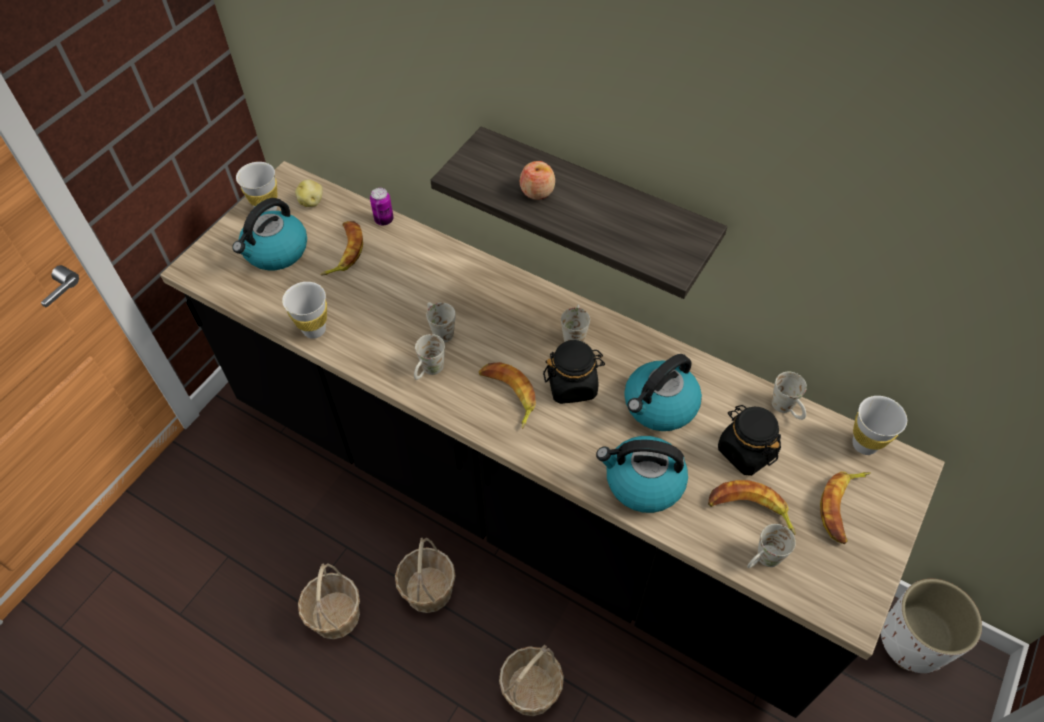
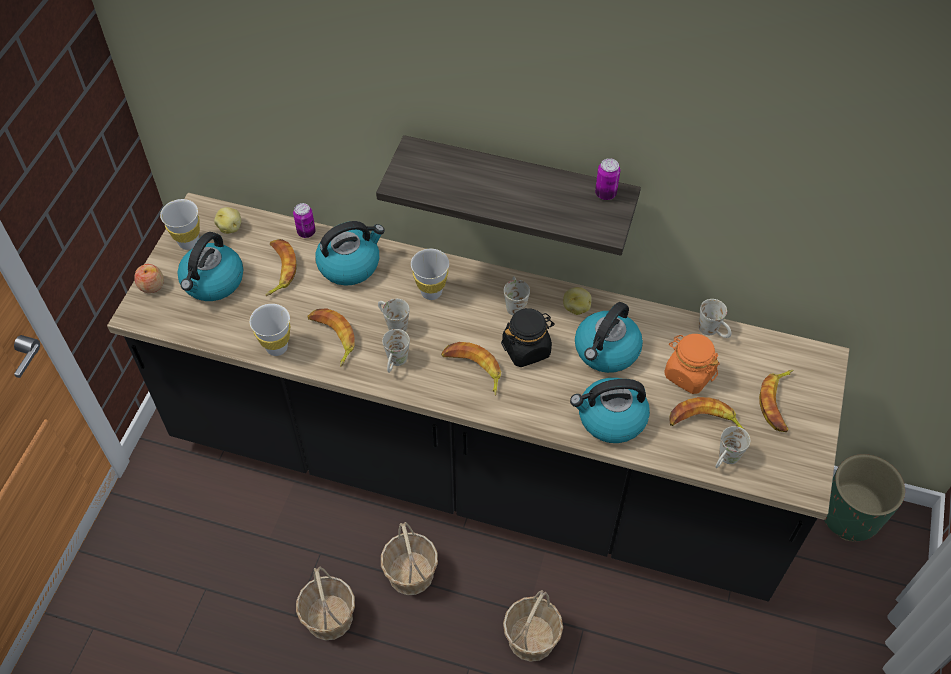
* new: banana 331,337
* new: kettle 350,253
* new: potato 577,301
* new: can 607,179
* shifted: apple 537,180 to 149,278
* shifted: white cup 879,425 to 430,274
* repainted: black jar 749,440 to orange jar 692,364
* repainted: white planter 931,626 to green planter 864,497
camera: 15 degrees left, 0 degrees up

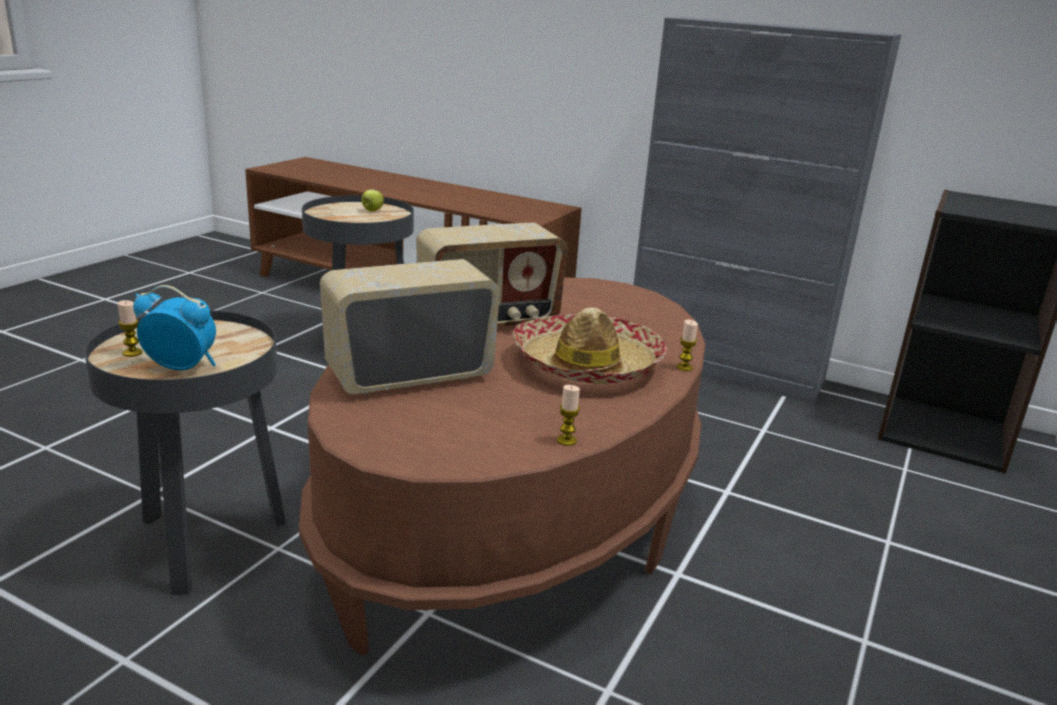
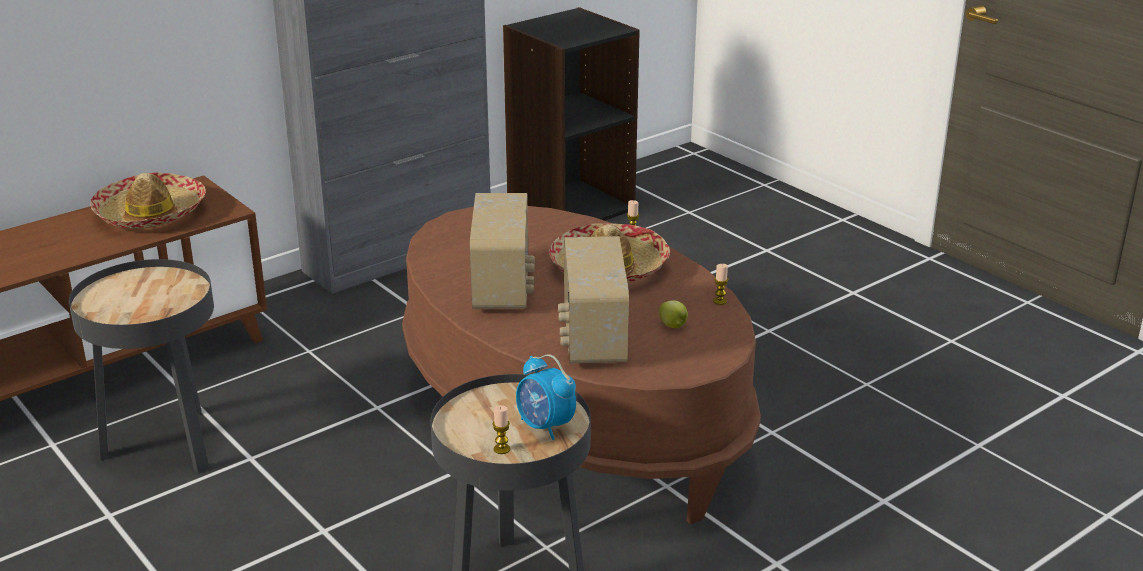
* new: hat 148,200
* shifted: apple 373,200 to 673,314
* rotated: alarm clock 174,327 = 546,397 75 degrees counterclockwise
camera: 65 degrees left, 5 degrees up

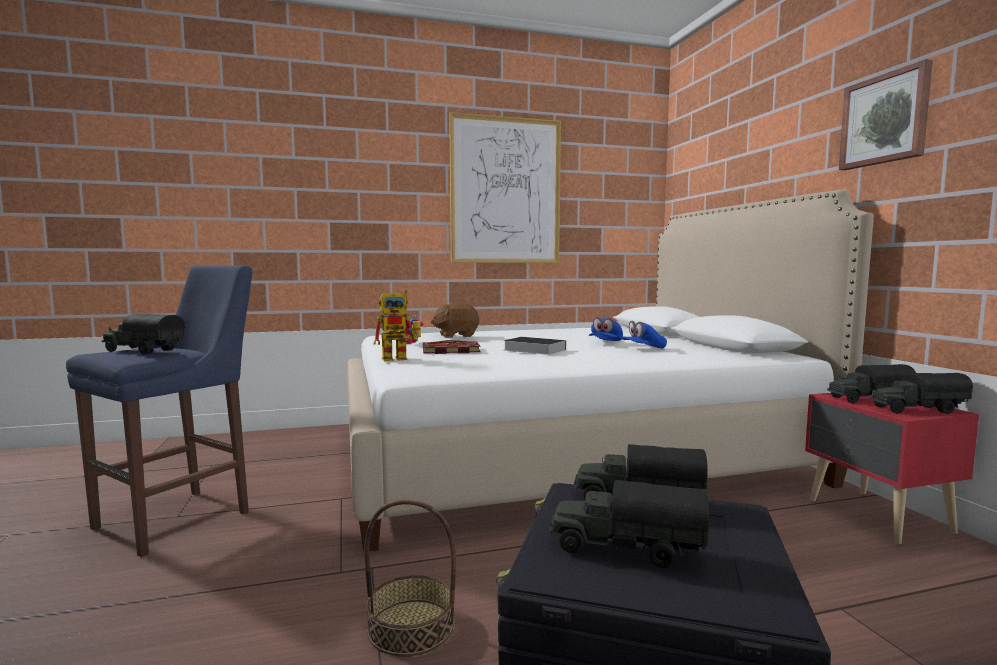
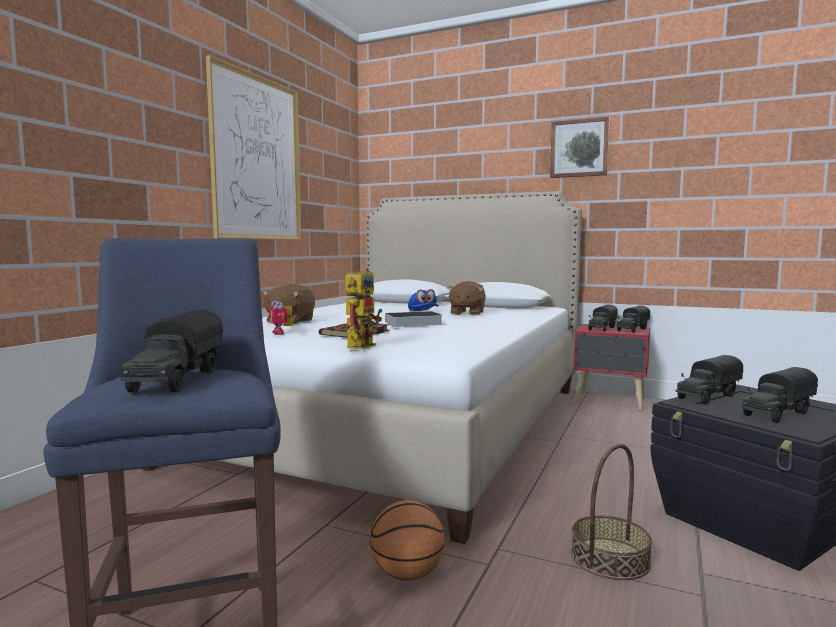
* new: basketball 407,540
* swapped: blue cap 643,334 to brown plush toy 466,298
* rotated: toy truck 144,334 = 172,351 60 degrees counterclockwise
camera: 50 degrees left, 0 degrees up

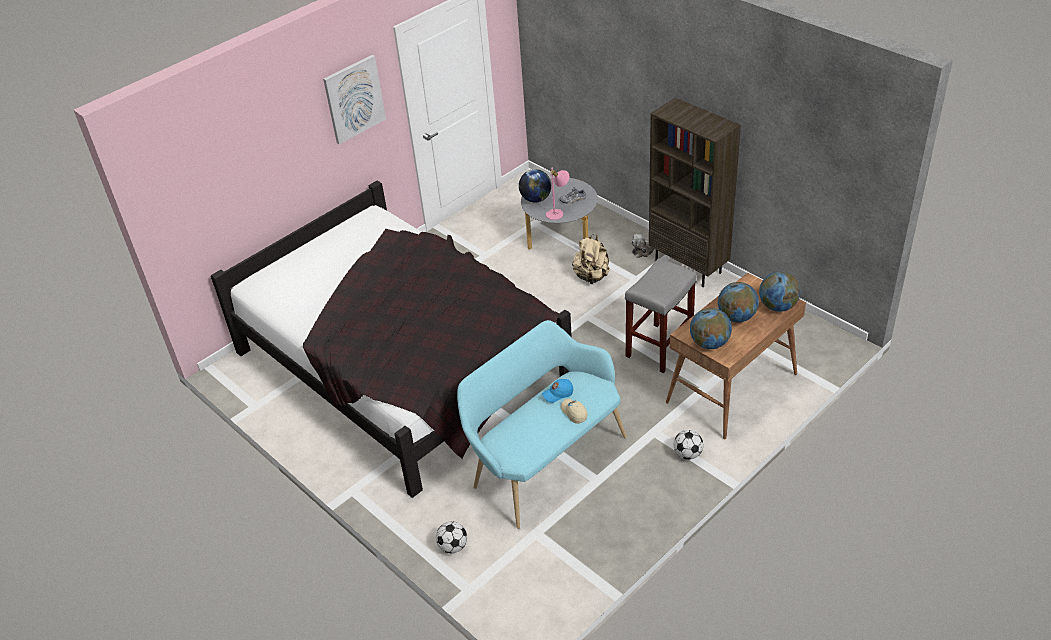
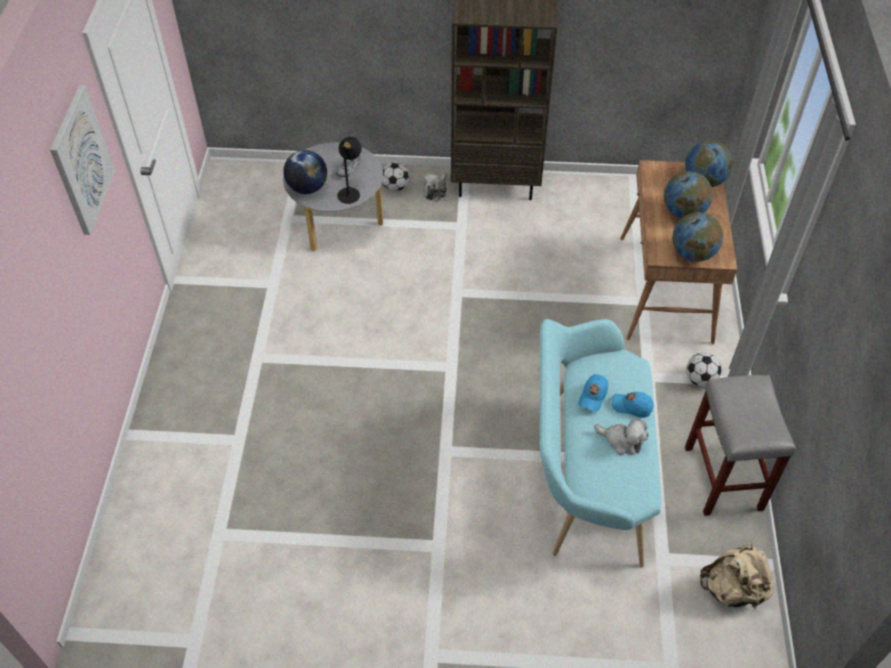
* gone: black bed 391,339
* new: plush toy 621,437
* shifted: football 451,537 to 396,176
* shifted: beige backpack 591,259 to 737,576
* shifted: grey stool 661,316 to 740,445
* repainted: pink table lamp 558,194 to black table lamp 349,170
* repainted: beige cap 574,411 to blue cap 633,405
camera: 45 degrees left, 10 degrees up

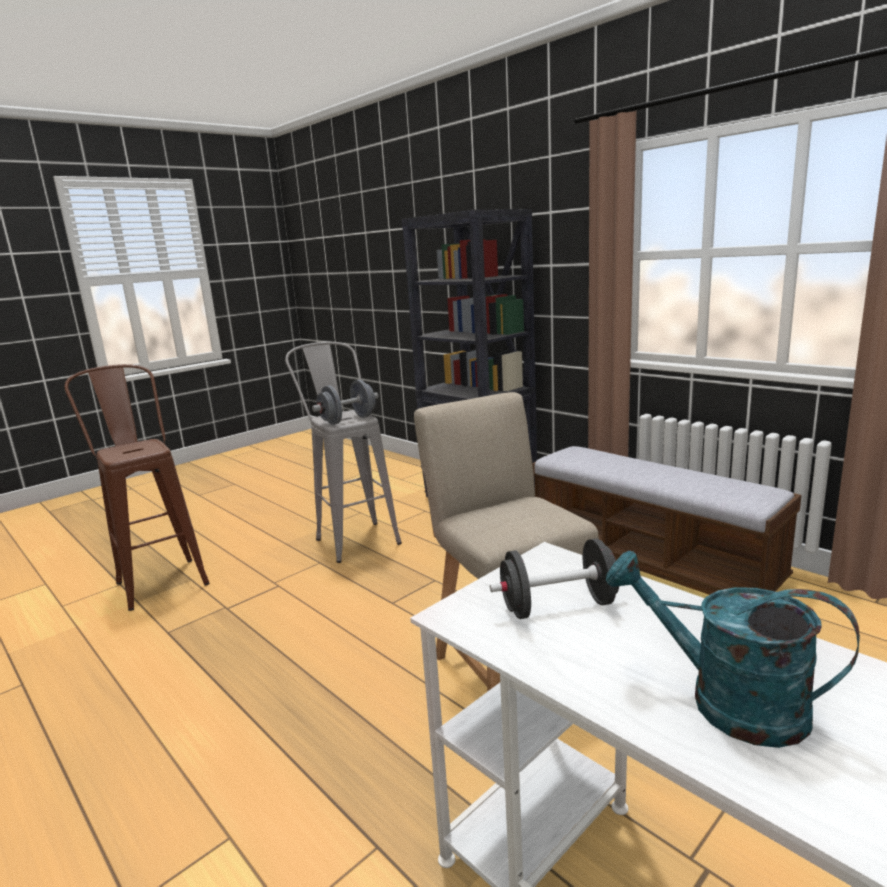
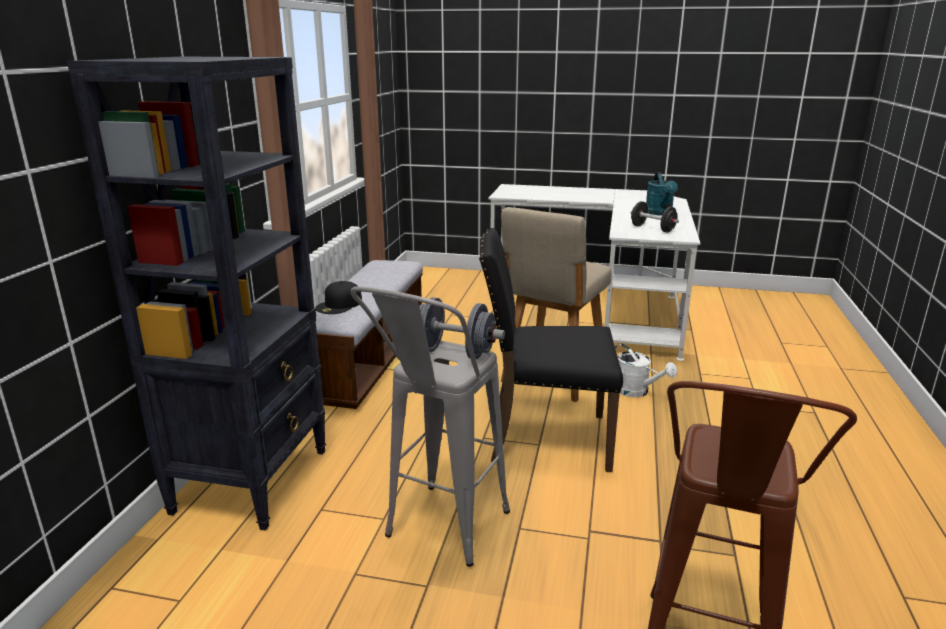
* new: black cap 338,297
* new: black chair 551,350
* new: white watering can 646,370
camera: 125 degrees left, 5 degrees up

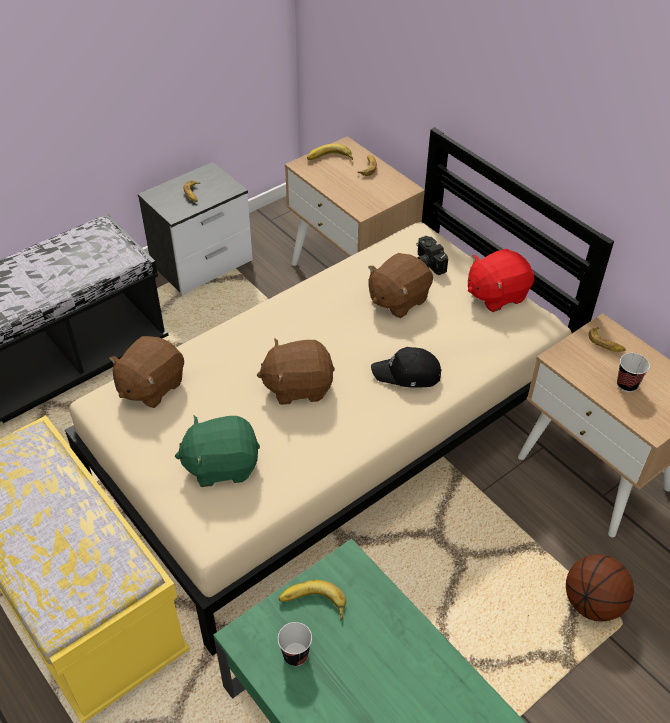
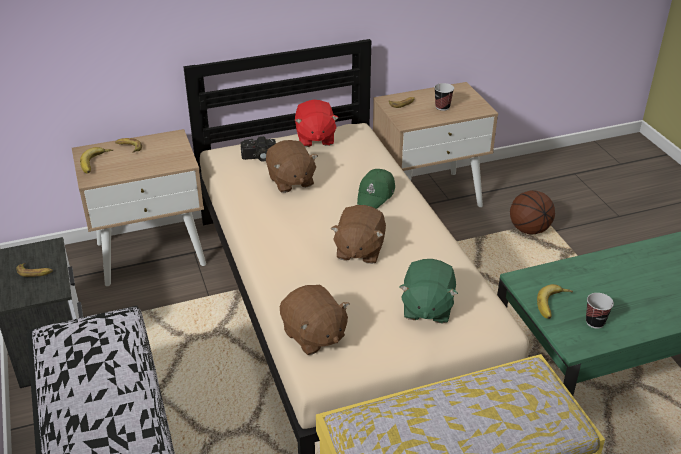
* repainted: black cap 406,367 to green cap 376,189
camera: 70 degrees left, 10 degrees down

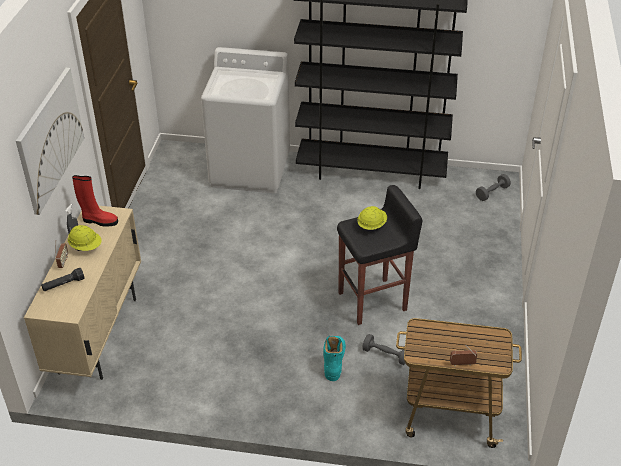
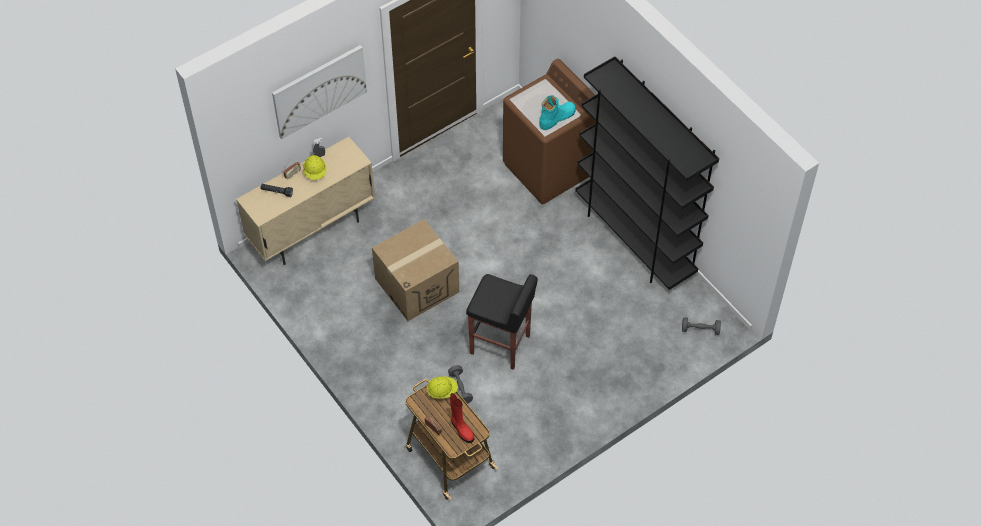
* new: cardboard box 415,270
* shifted: red boot 95,201 to 462,418
* shifted: turquoise boot 334,358 to 557,112
* shifted: yellow hard hat 372,218 to 442,387
* repainted: white washing machine 245,120 to brown washing machine 549,131
camera: 45 degrees right, 15 degrees up

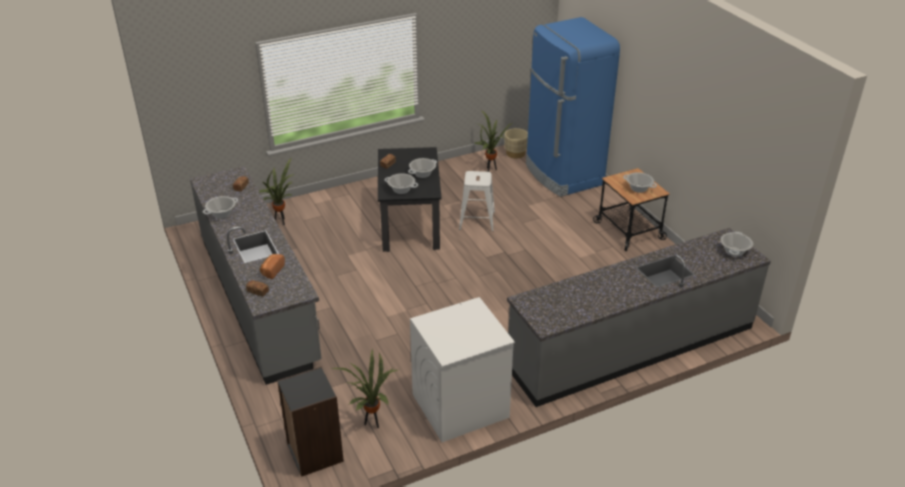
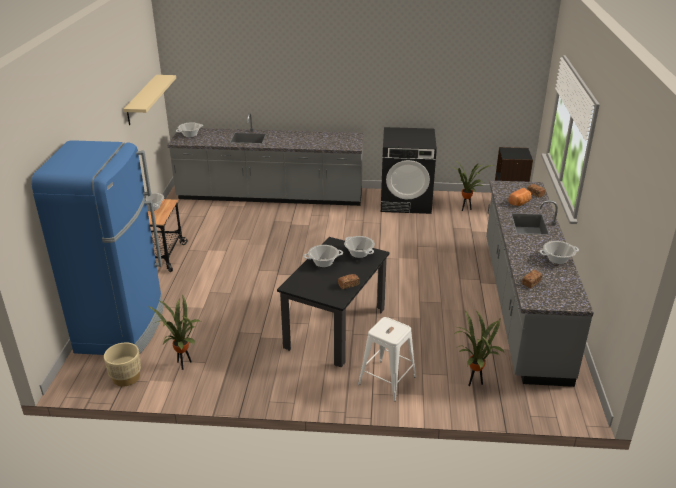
* new: beige shelf 150,100
* shifted: white stool 477,201 to 387,359
* repainted: white washing machine 462,369 to black washing machine 409,170
camera: 150 degrees left, 5 degrees down

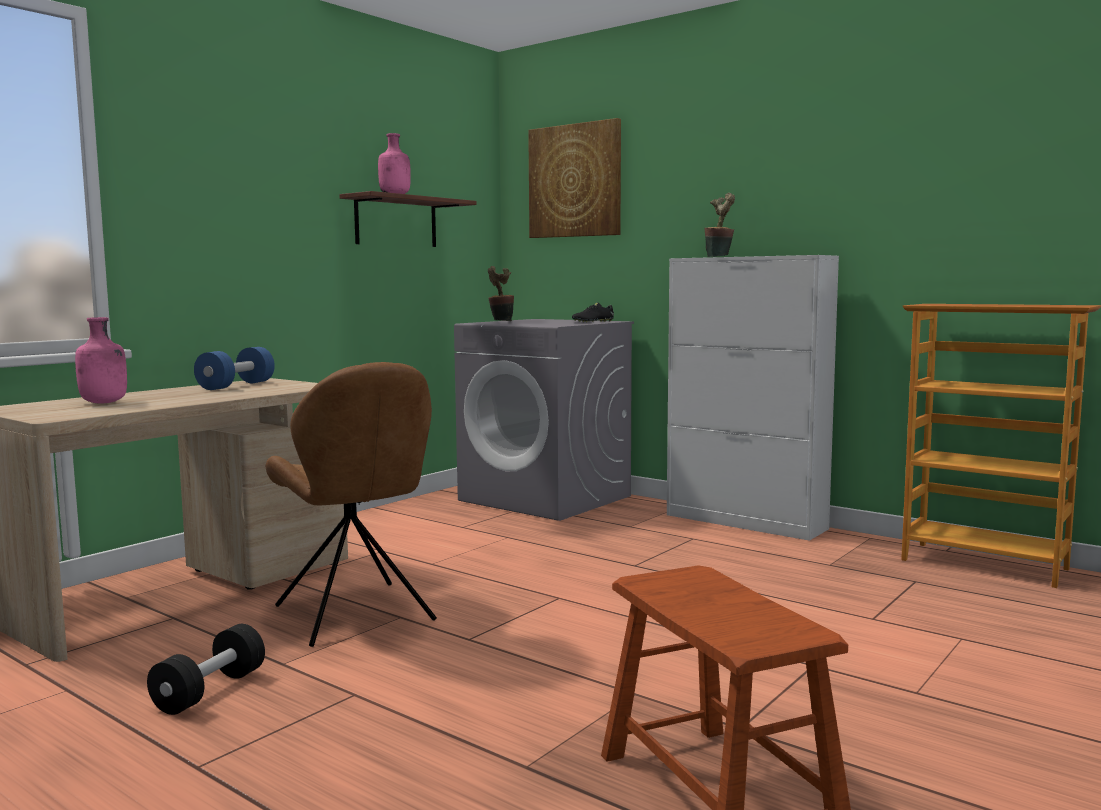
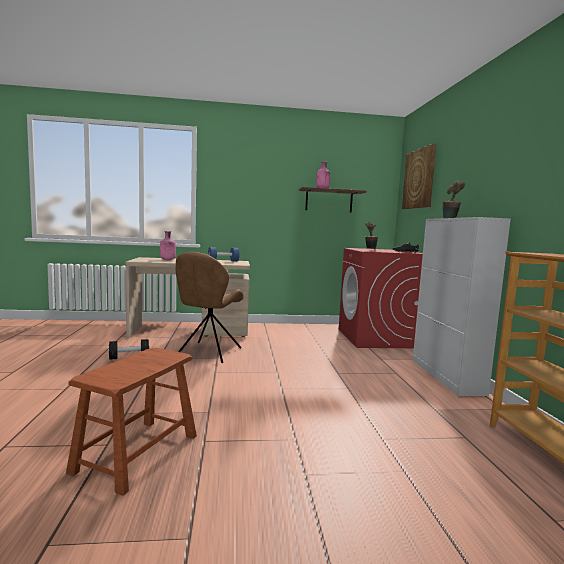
* repainted: grey washing machine 544,420 to red washing machine 381,298
camera: 45 degrees right, 0 degrees up

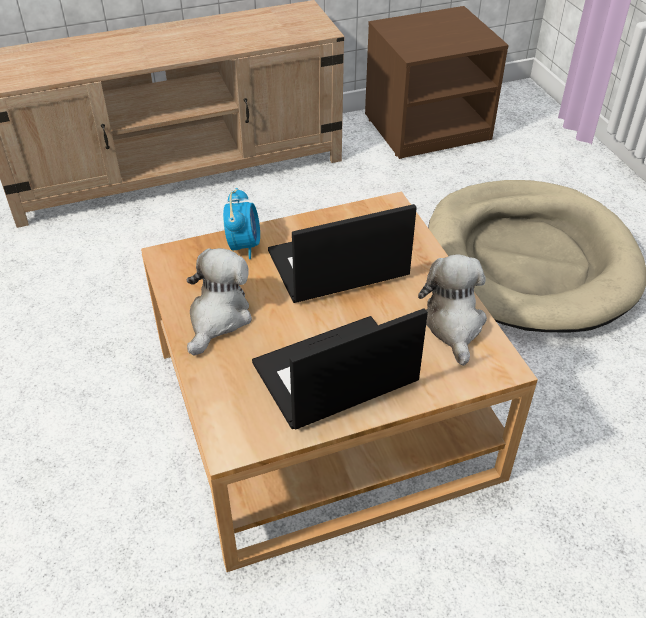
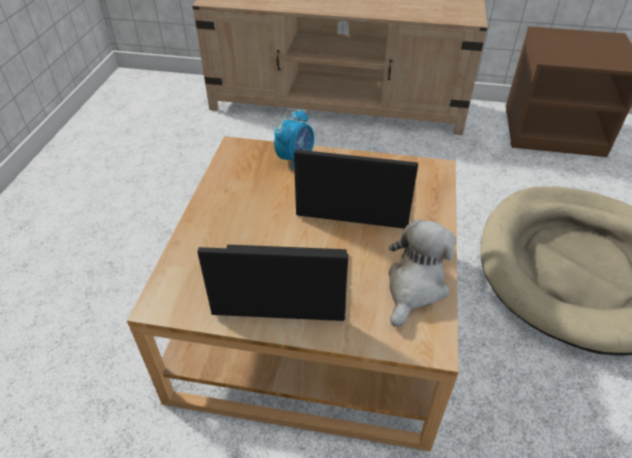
* gone: plush toy 219,302
camera: 30 degrees right, 0 degrees up

